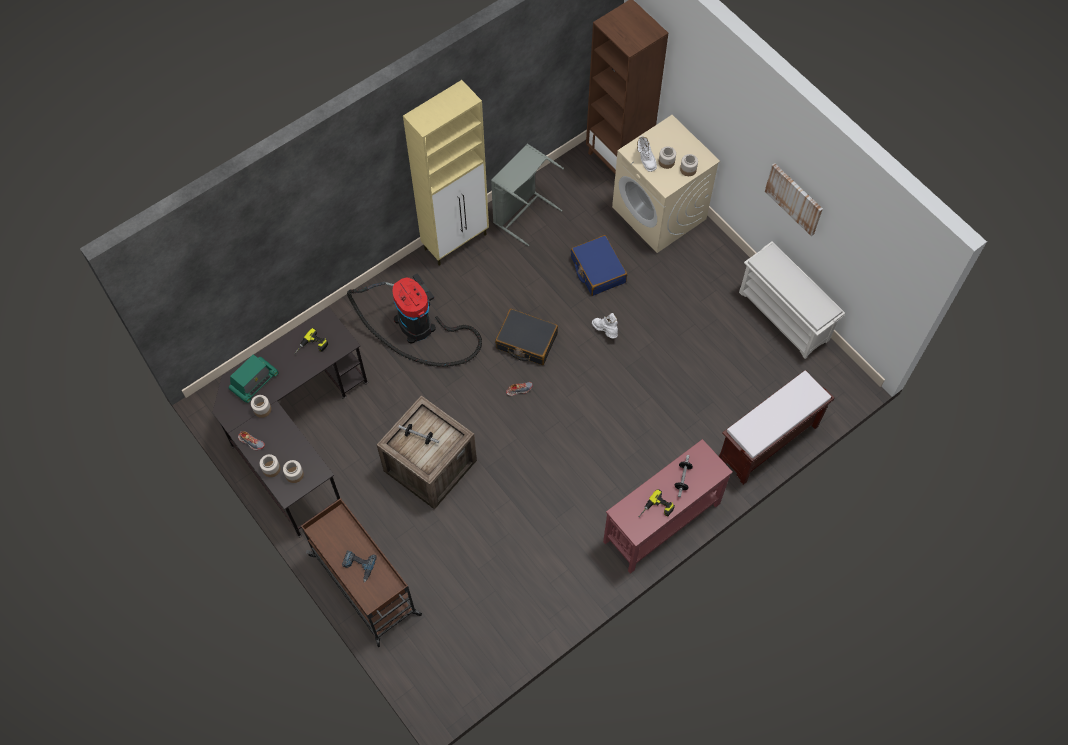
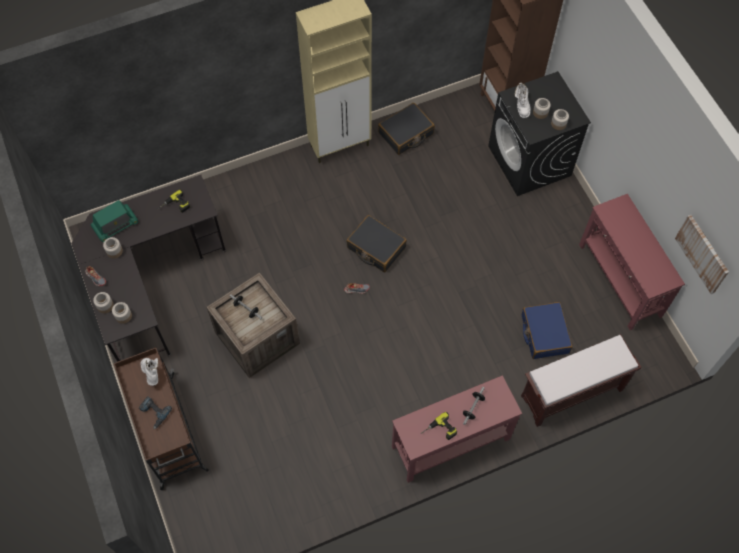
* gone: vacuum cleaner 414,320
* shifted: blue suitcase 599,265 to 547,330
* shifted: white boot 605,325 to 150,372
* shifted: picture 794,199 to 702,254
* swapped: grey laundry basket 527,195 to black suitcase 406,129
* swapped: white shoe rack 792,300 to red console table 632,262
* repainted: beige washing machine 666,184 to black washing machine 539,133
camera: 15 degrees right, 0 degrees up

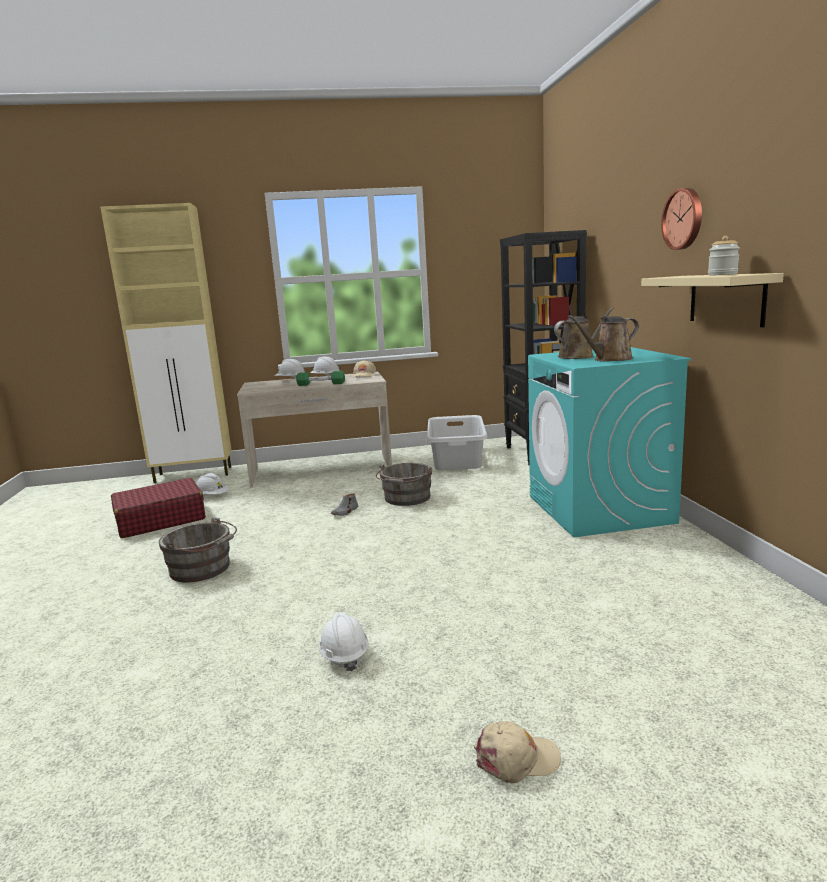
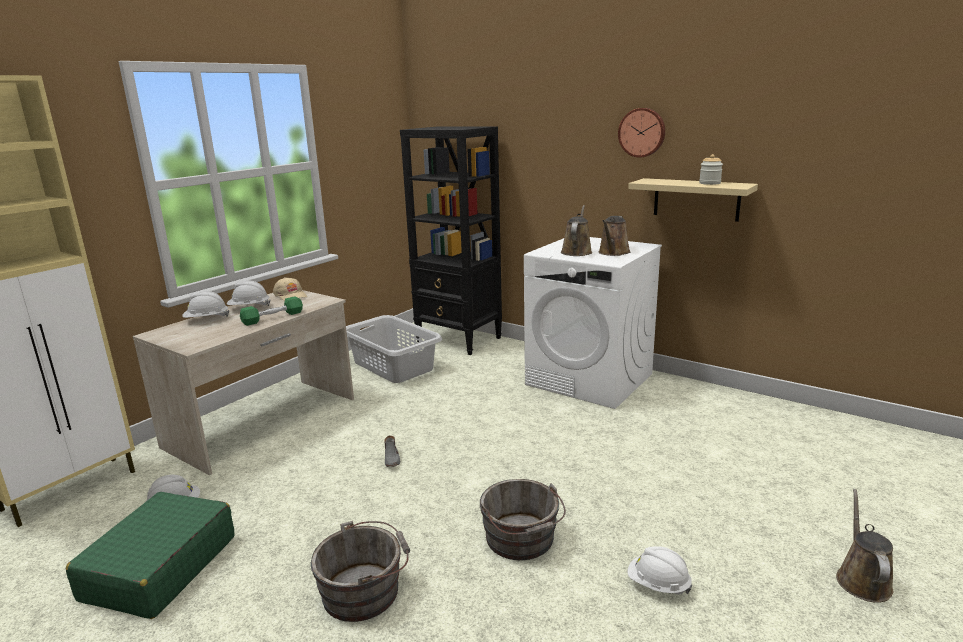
* shifted: grey bucket 404,484 to 523,519
* swapped: beige cap 517,752 to brown watering can 864,546
* repainted: red suitcase 158,508 to green suitcase 150,555
* repainted: turquoise washing machine 610,442 to white washing machine 593,323
camera: 45 degrees left, 5 degrees up

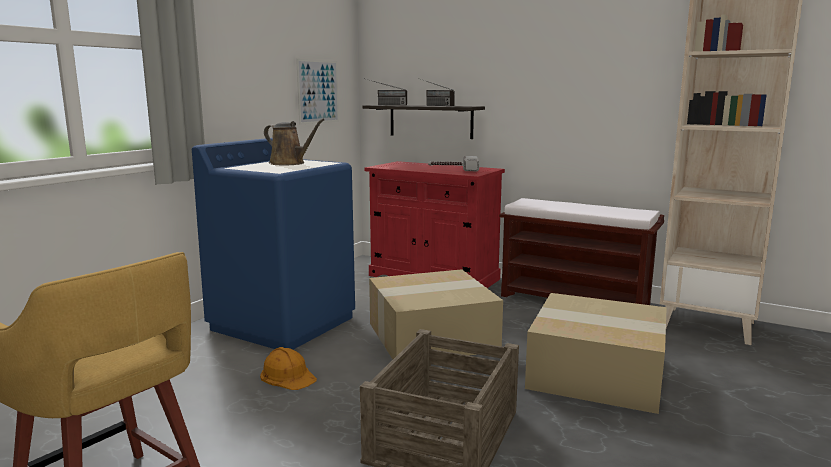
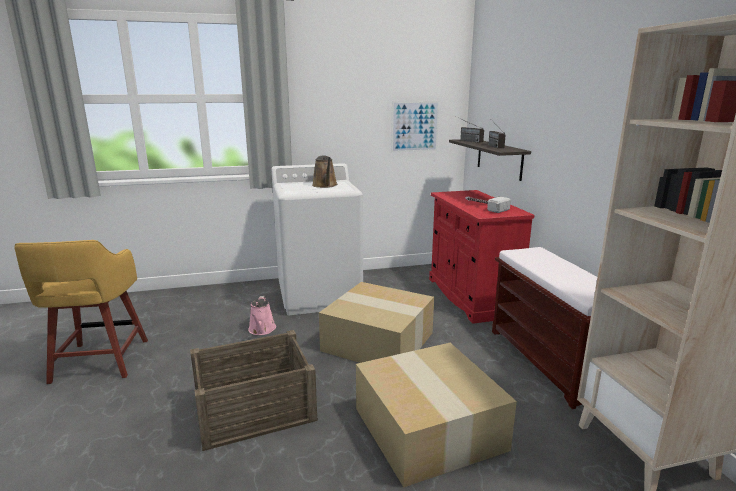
* swapped: orange hard hat 288,368 to pink watering can 262,315
* repainted: blue washing machine 273,244 to white washing machine 317,239
camera: 45 degrees right, 5 degrees up

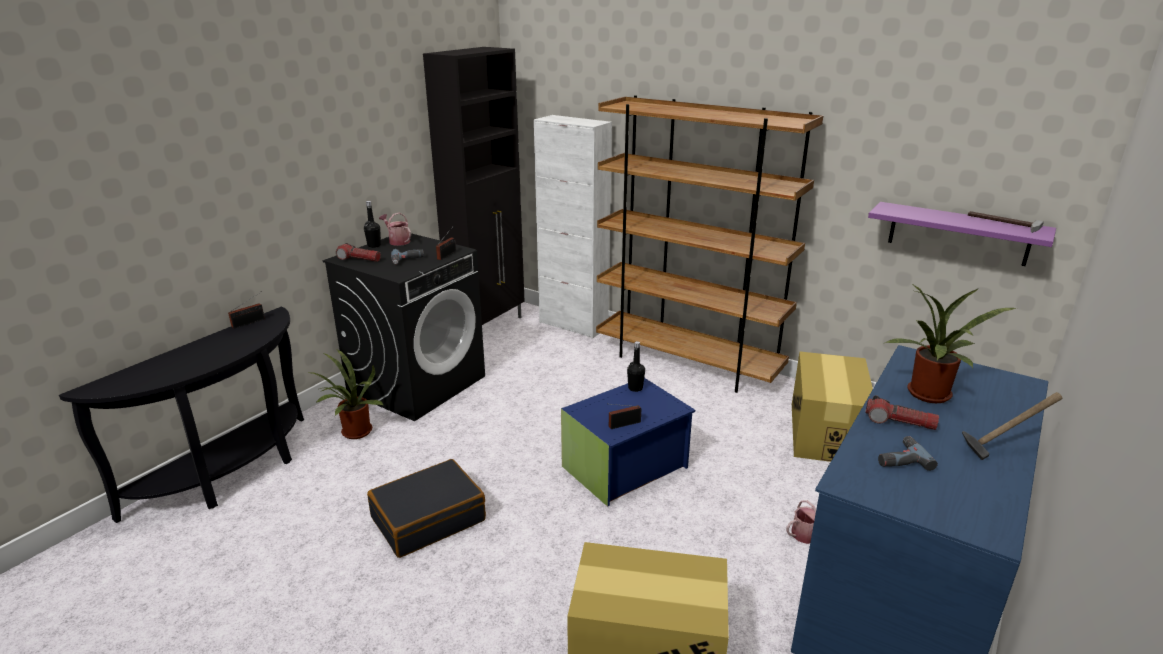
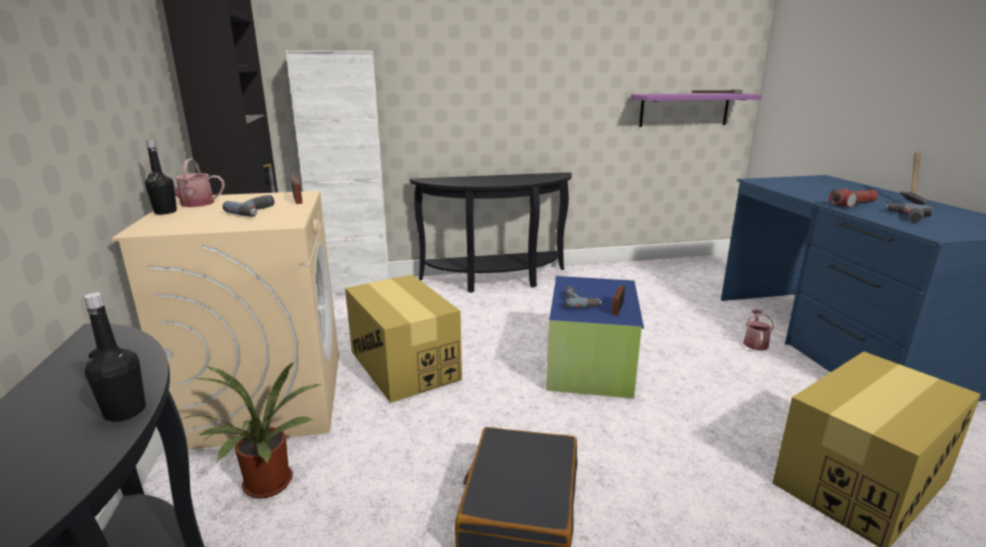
* gone: radio 246,310
* gone: flashlight 358,252
* gone: potted plant 950,343
* new: power drill 583,297
* shifted: black bottle 636,366 to 115,357
* shifted: cardboard box 832,407 to 403,339
* swapped: brown bookcase 709,244 to black console table 491,232
* repainted: black washing machine 404,327 to beige washing machine 225,320
camera: 45 degrees left, 5 degrees down

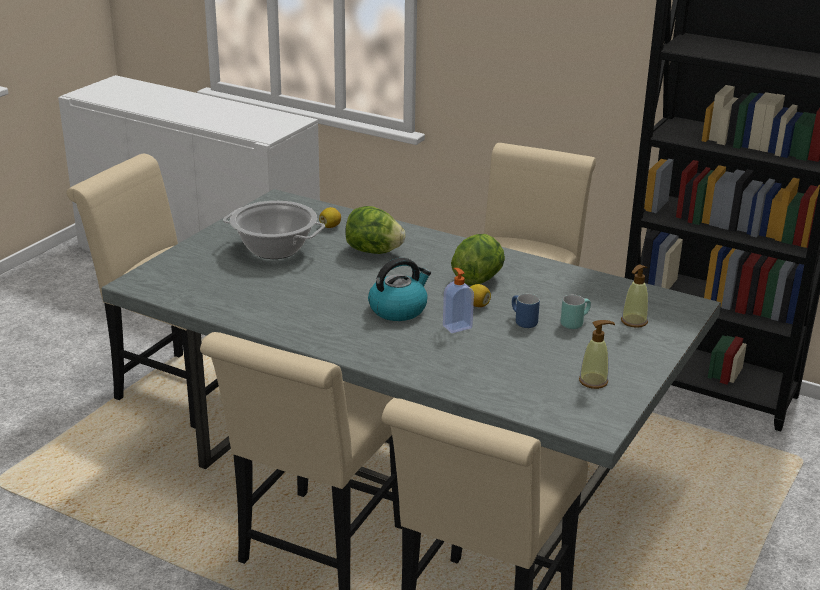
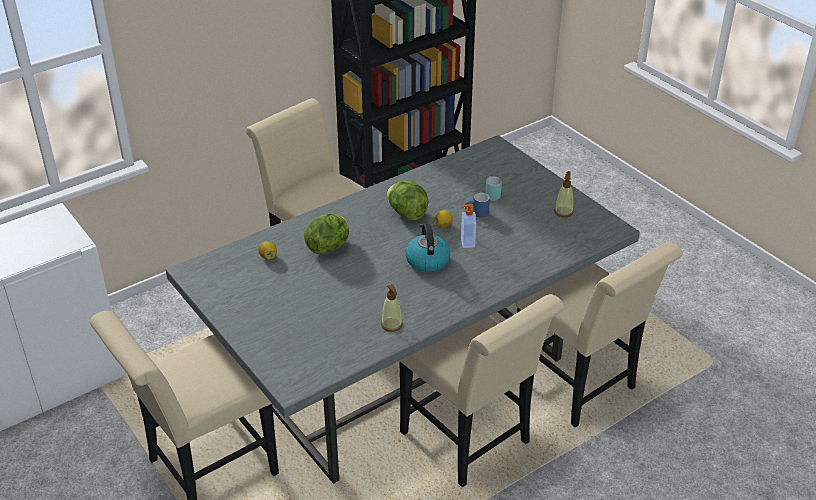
* gone: cooking pot 274,230
* shifted: soap dispenser 634,296 to 392,308
camera: 65 degrees left, 10 degrees up

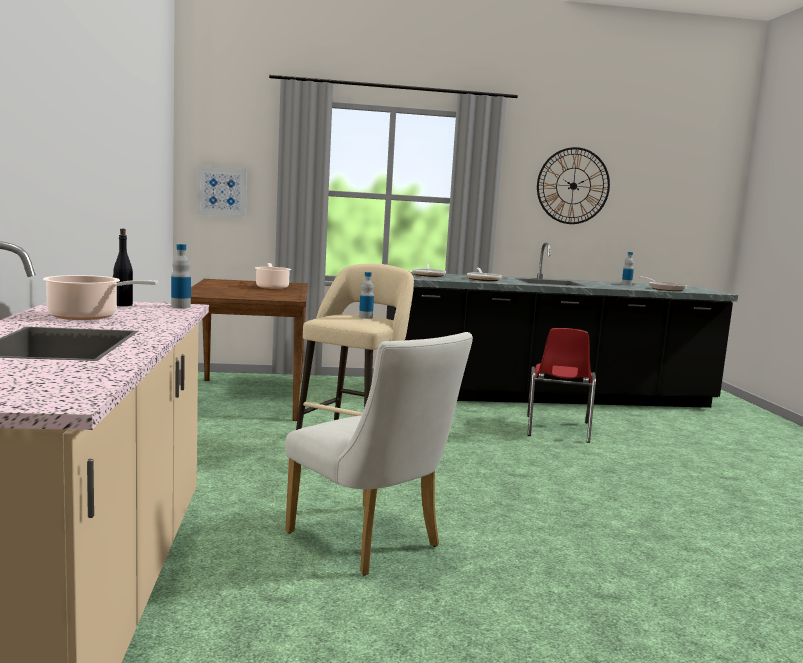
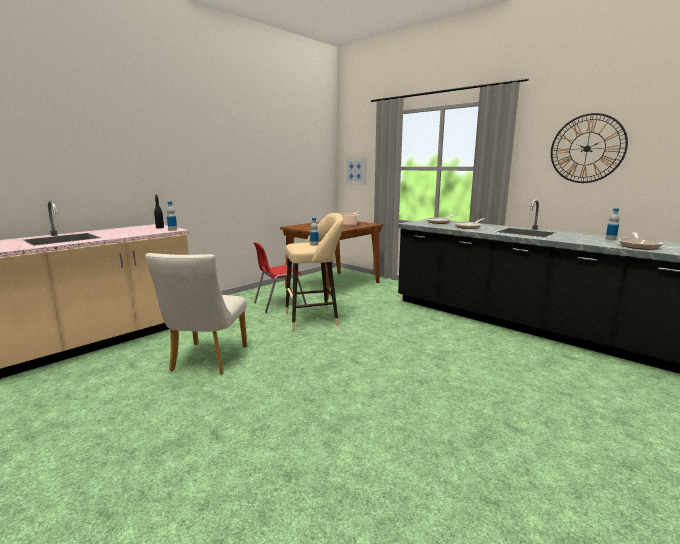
* gone: cooking pot 100,297
* shifted: red chair 561,385 to 280,277
camera: 50 degrees right, 5 degrees up

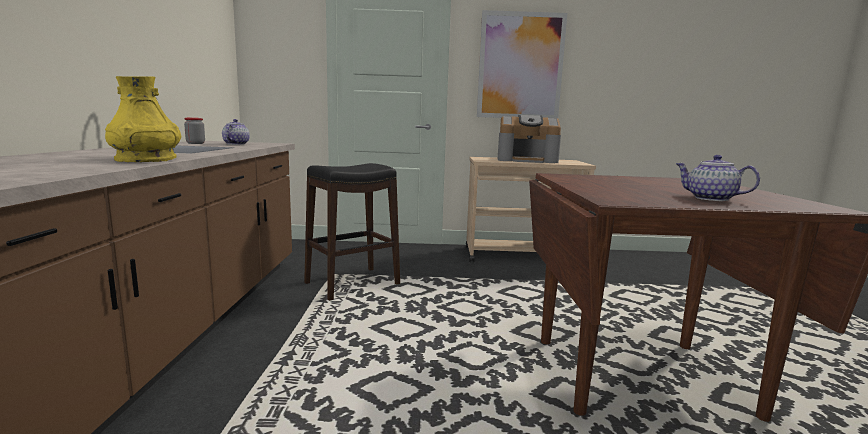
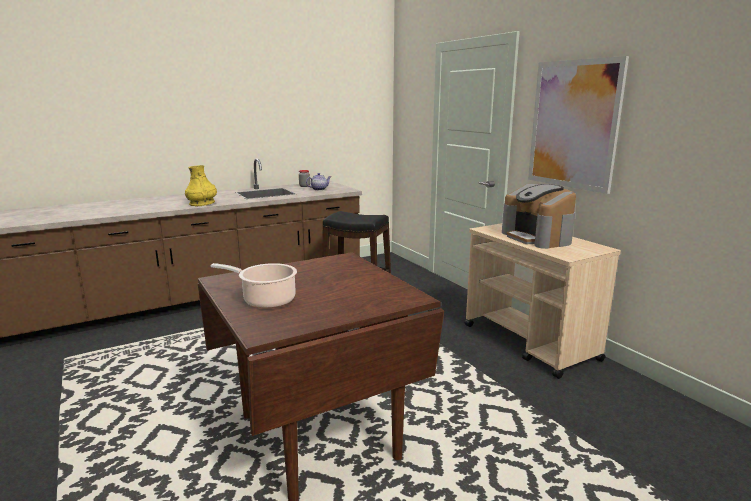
* swapped: teapot 718,178 to cooking pot 254,285
camera: 60 degrees right, 5 degrees up

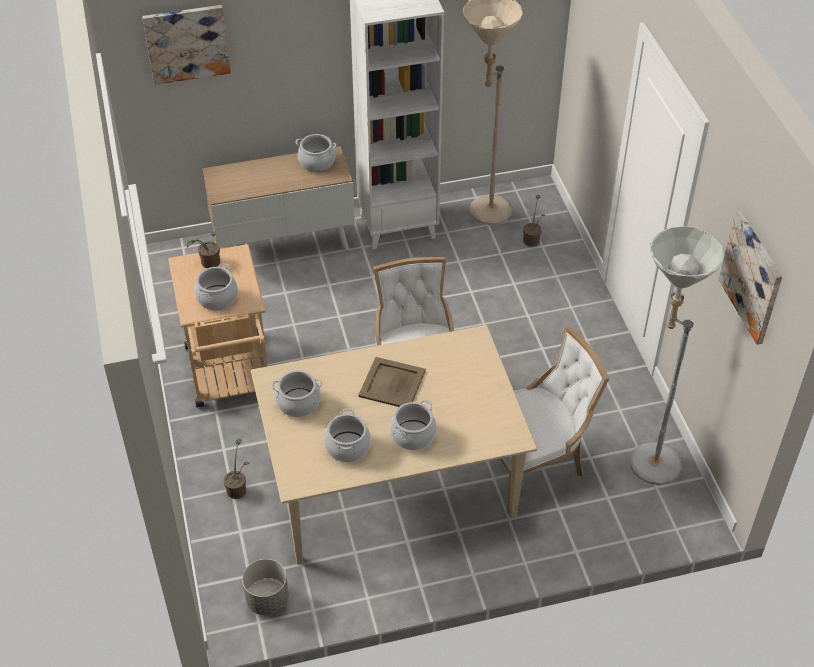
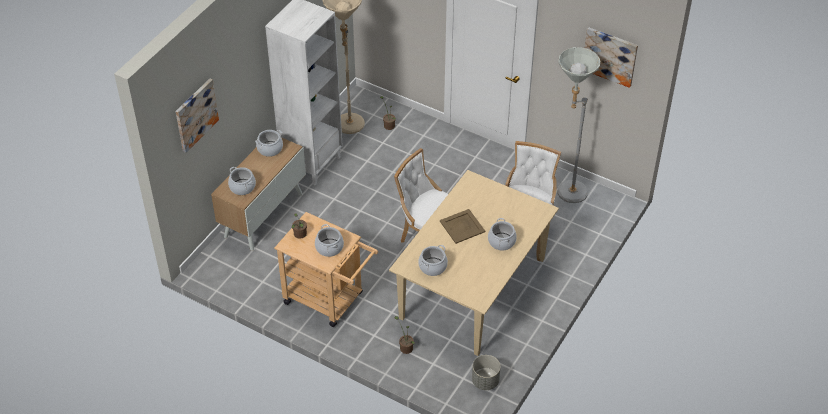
* shifted: cooking pot 347,435 to 242,181
camera: 45 degrees left, 0 degrees up

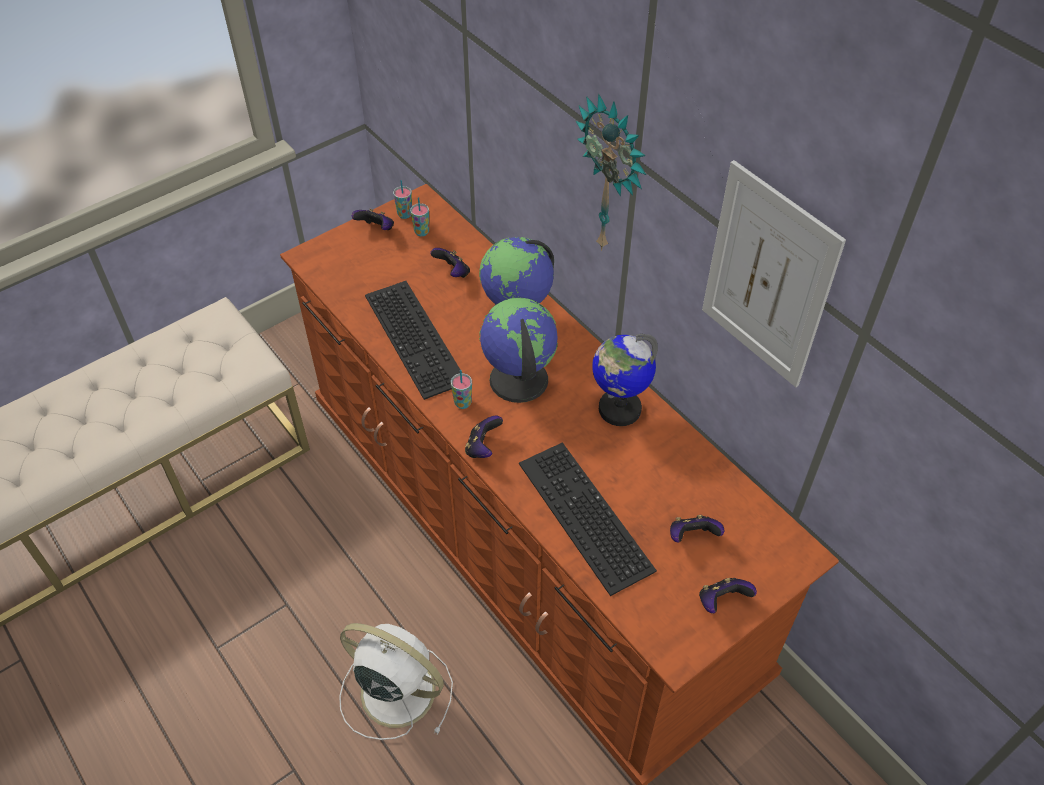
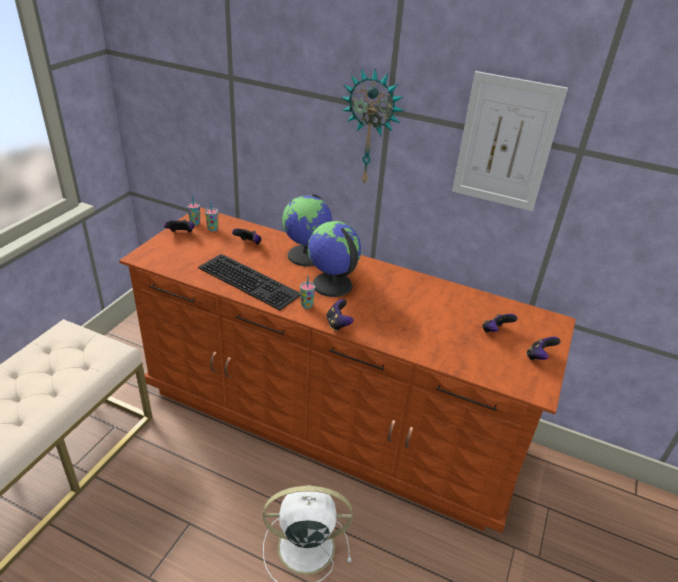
* gone: keyboard 588,519
* gone: globe 625,380
camera: 30 degrees left, 15 degrees down

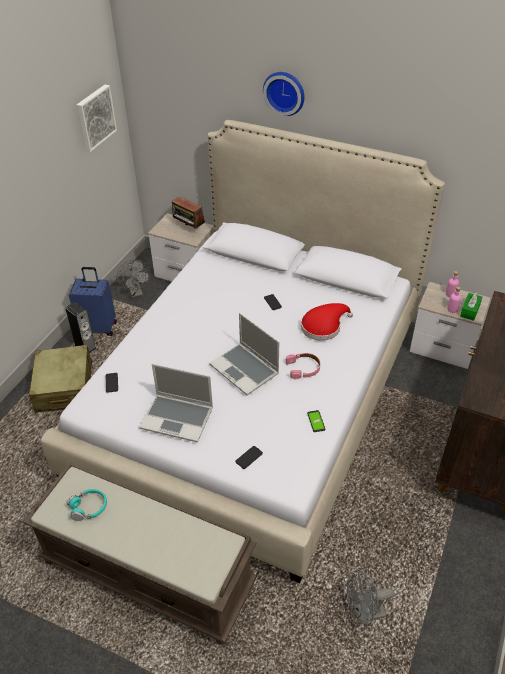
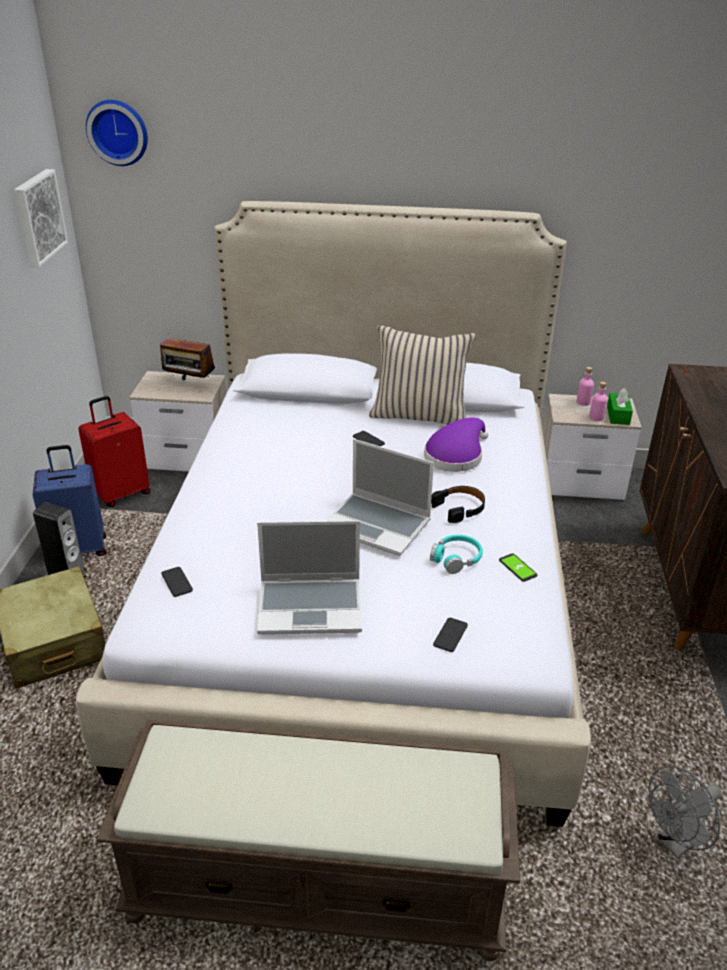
* new: beige pillow 423,375
* shifted: turquoise headphones 87,505 to 456,554
* shifted: wall clock 283,94 to 117,133
* swapped: grey fan 134,278 to red suitcase 114,451
* repainted: pink headphones 303,366 to black headphones 458,504
* repainted: red hat 327,322 to purple hat 456,444
camera: 20 degrees left, 10 degrees down

